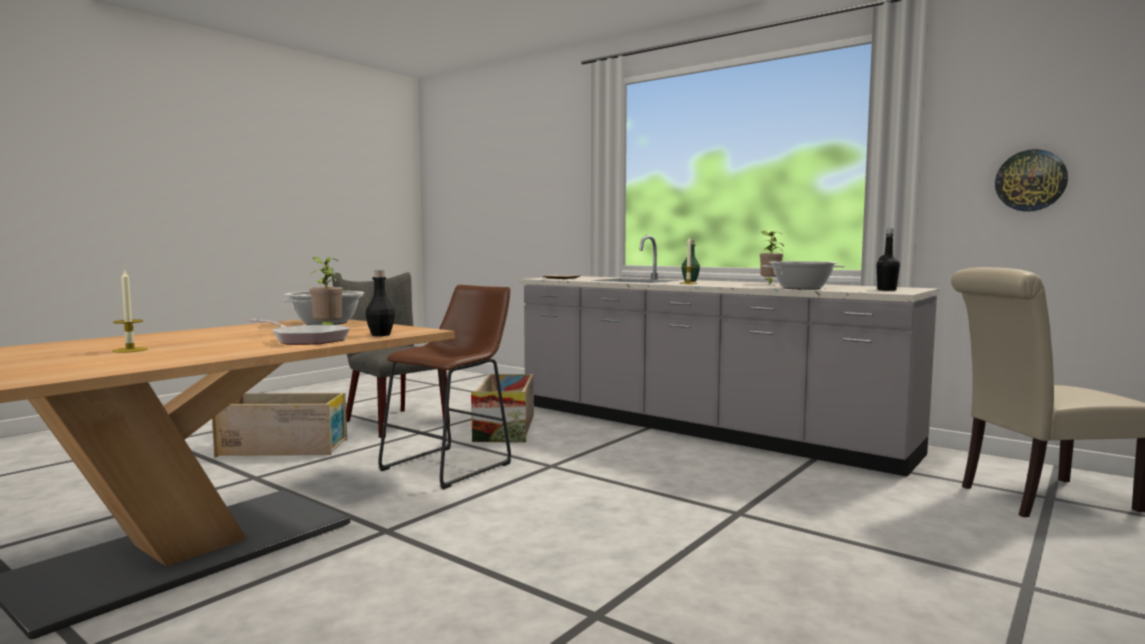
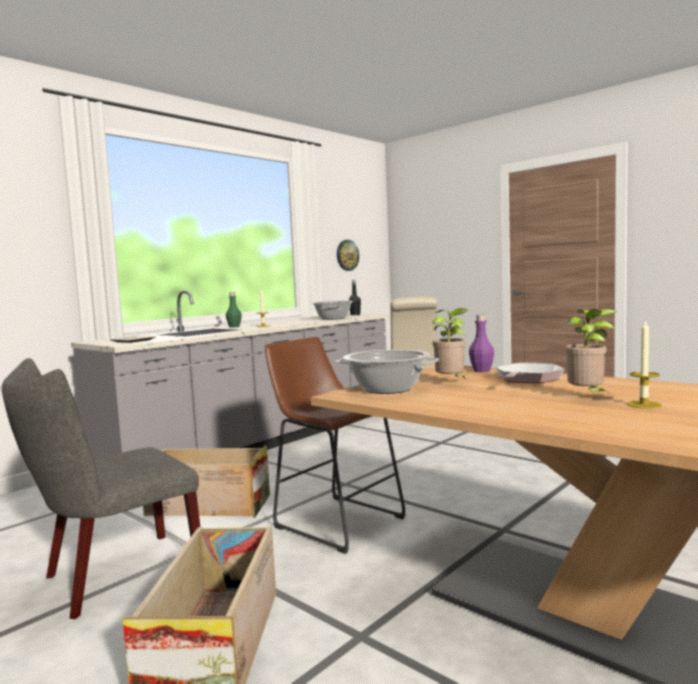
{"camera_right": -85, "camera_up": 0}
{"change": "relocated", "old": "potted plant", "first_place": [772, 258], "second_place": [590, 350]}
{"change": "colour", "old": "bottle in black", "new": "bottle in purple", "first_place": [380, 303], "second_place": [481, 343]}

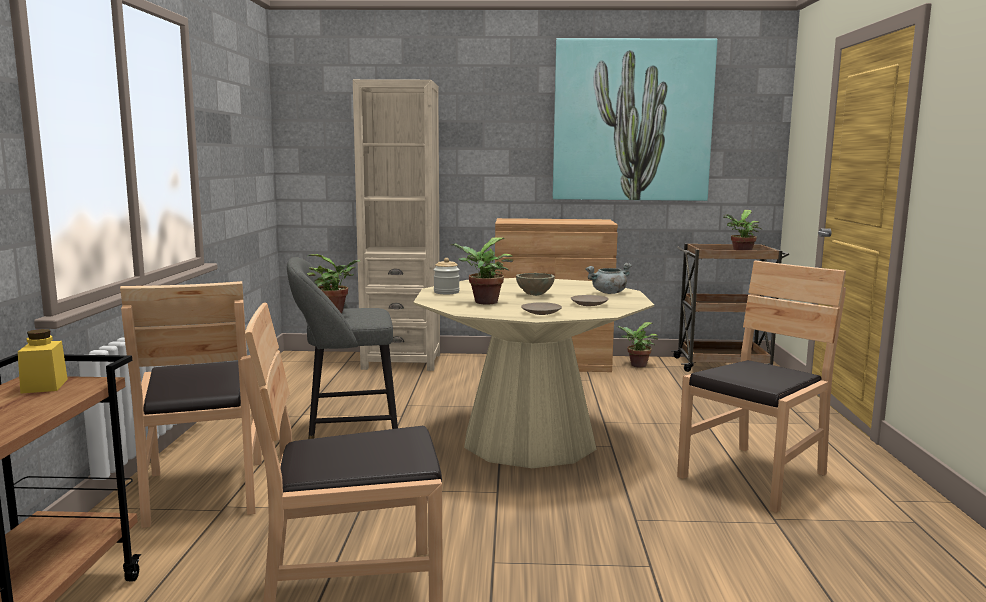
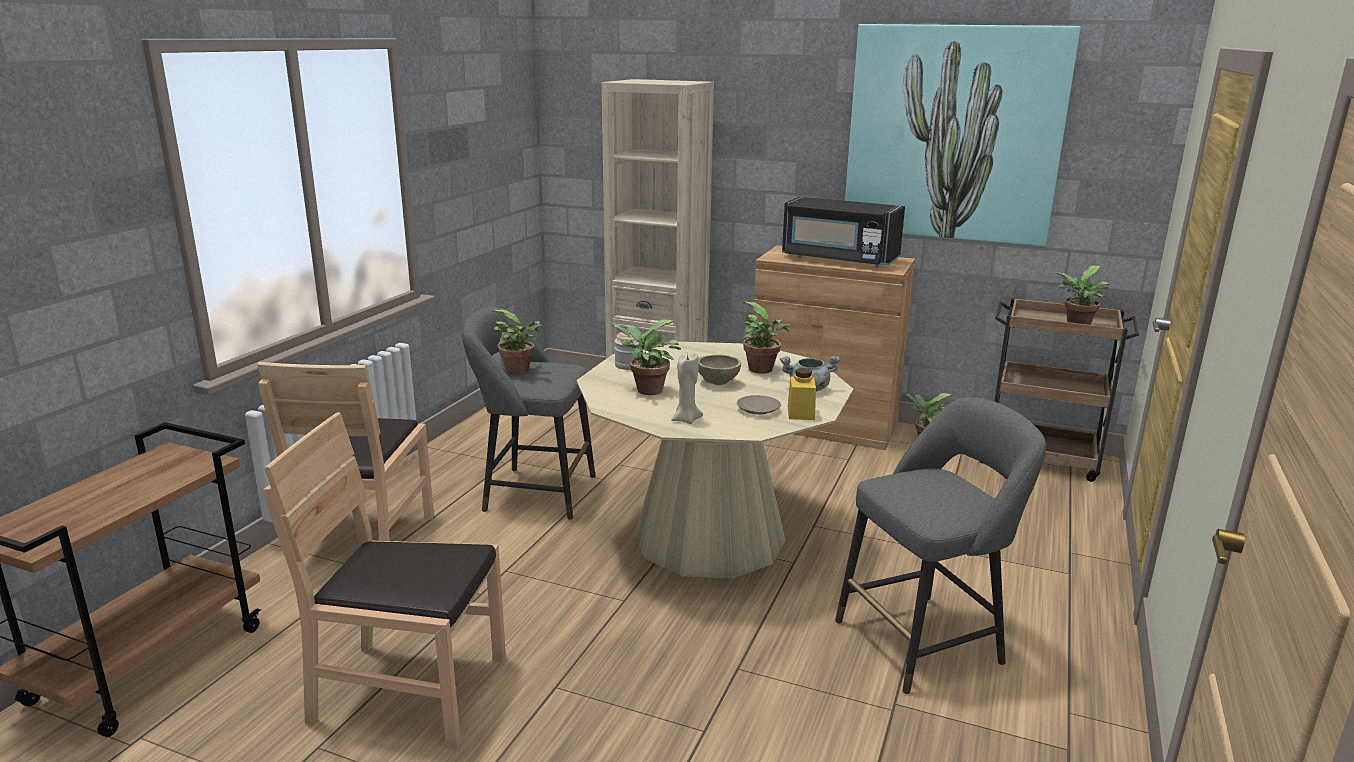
{"camera_right": 20, "camera_up": 10}
{"change": "exchanged", "old": "chair in brown", "new": "stool in grey", "first_place": [761, 386], "second_place": [940, 545]}
{"change": "exchanged", "old": "plate in beige", "new": "candle in beige", "first_place": [541, 308], "second_place": [687, 388]}
{"change": "relocated", "old": "jar in yellow", "first_place": [43, 361], "second_place": [802, 394]}
{"change": "appeared", "new": "microwave in black", "second_place": [843, 232]}
{"change": "appeared", "new": "potted plant", "second_place": [765, 337]}

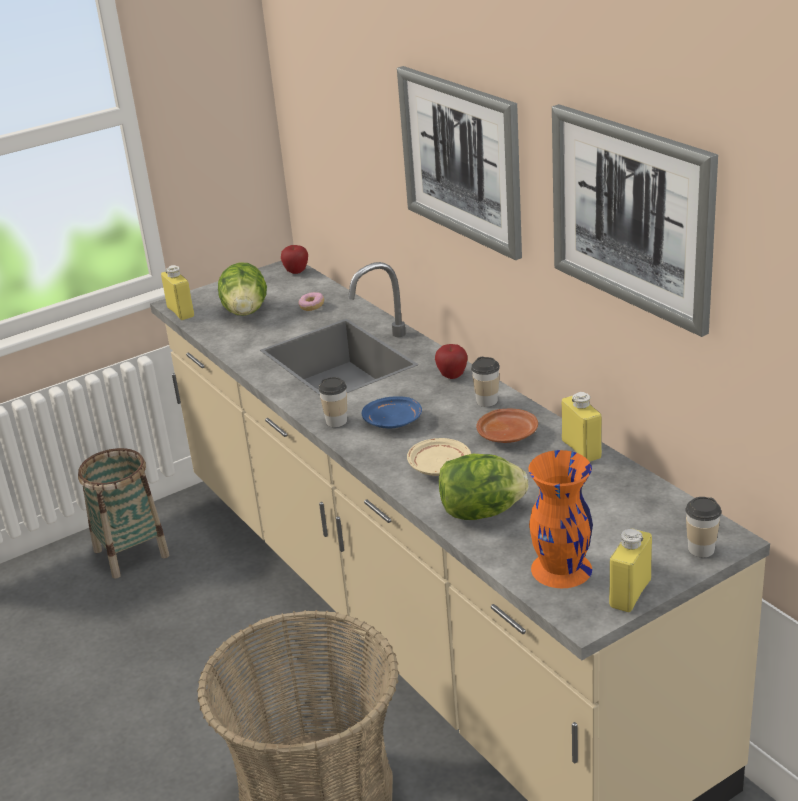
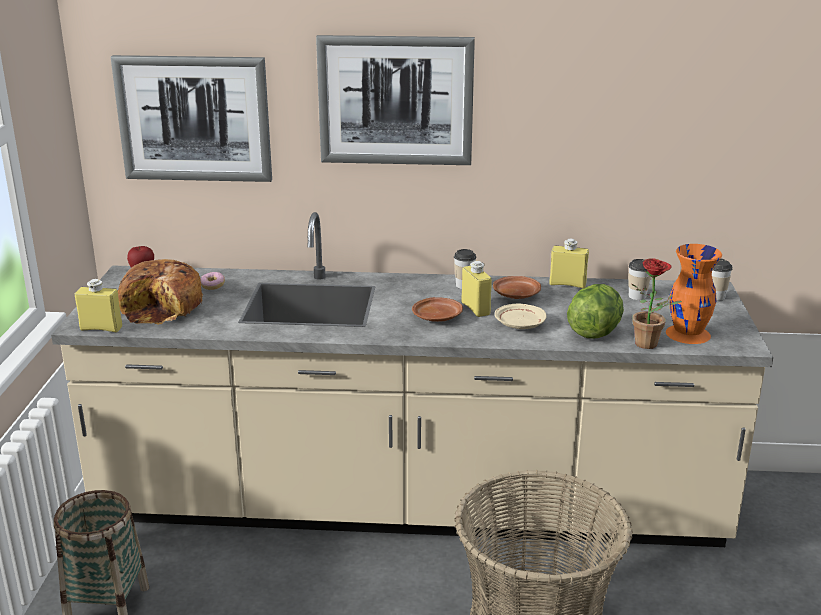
{"camera_right": -55, "camera_up": -5}
{"change": "relocated", "old": "picture", "first_place": [635, 220], "second_place": [191, 118]}
{"change": "exchanged", "old": "lettuce", "new": "bread", "first_place": [242, 289], "second_place": [160, 291]}
{"change": "missing", "old": "apple", "first_place": [451, 361]}
{"change": "relocated", "old": "cup", "first_place": [332, 402], "second_place": [639, 279]}
{"change": "colour", "old": "plate in blue", "new": "plate in brown", "first_place": [392, 412], "second_place": [437, 309]}
{"change": "relocated", "old": "bottle in yellow", "first_place": [630, 570], "second_place": [476, 289]}
{"change": "appeared", "new": "potted plant", "second_place": [657, 303]}

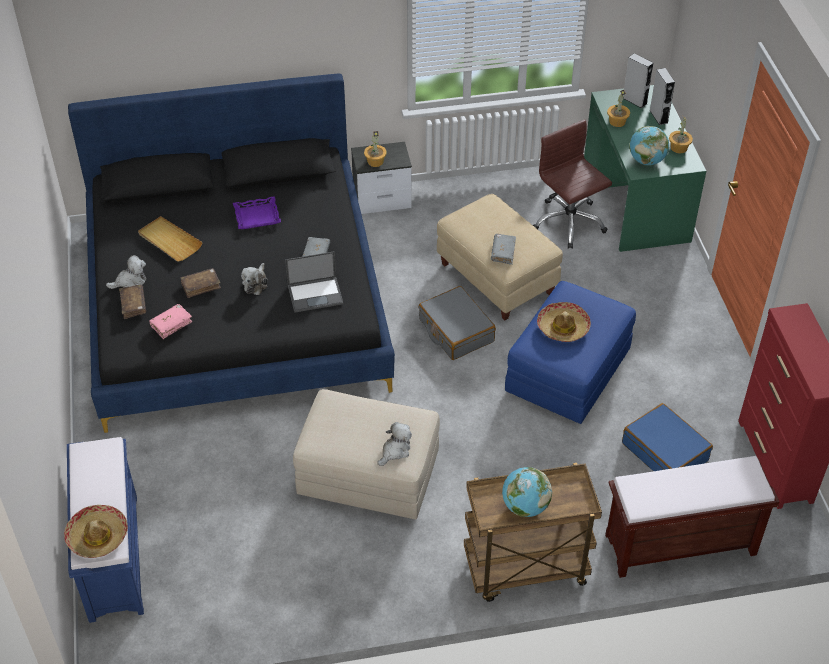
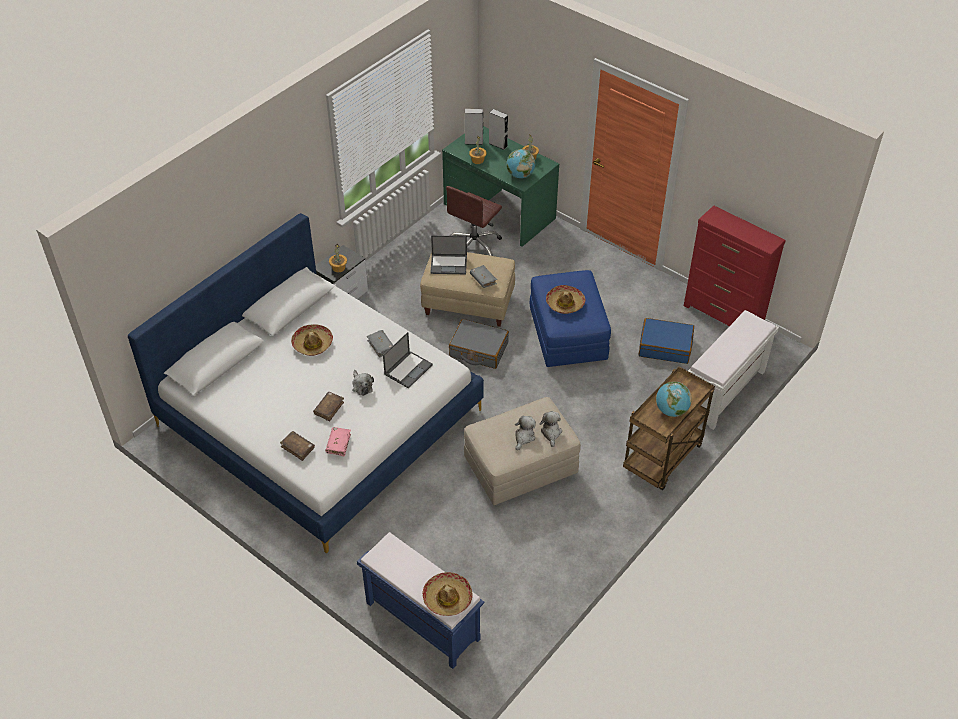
{"camera_right": -40, "camera_up": 0}
{"change": "colour", "old": "bed in black", "new": "bed in white", "first_place": [231, 253], "second_place": [306, 383]}
{"change": "spun", "old": "office chair in brown", "first_place": [572, 184], "second_place": [474, 221], "degrees": -75}
{"change": "exchanged", "old": "tray in purple", "new": "hat", "first_place": [257, 212], "second_place": [312, 340]}
{"change": "missing", "old": "tray in beige", "first_place": [170, 239]}
{"change": "relocated", "old": "plush toy", "first_place": [126, 272], "second_place": [525, 432]}
{"change": "colour", "old": "bench in brown", "new": "bench in white", "first_place": [692, 517], "second_place": [733, 370]}
{"change": "appeared", "new": "laptop", "second_place": [448, 254]}

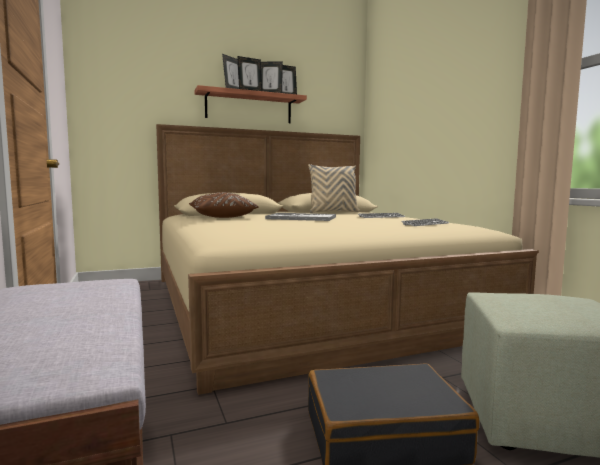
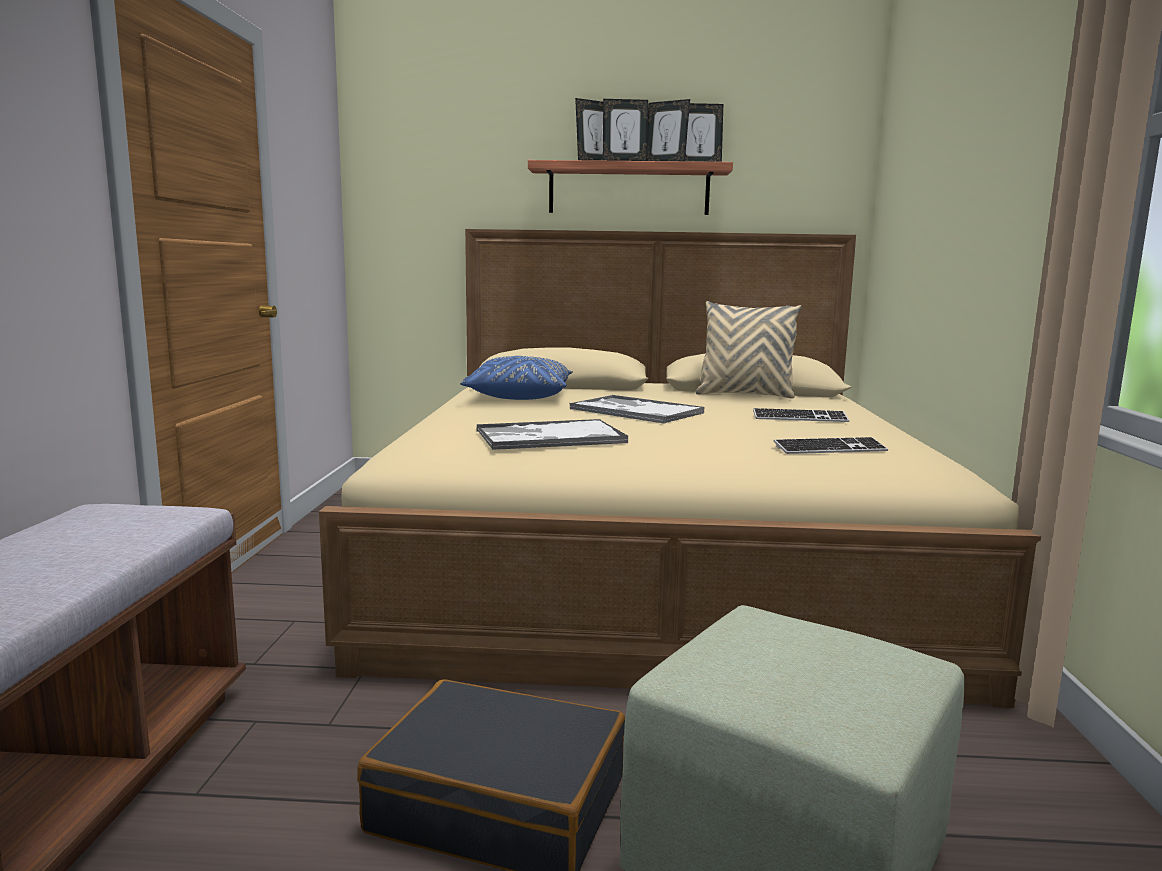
{"camera_right": 25, "camera_up": 5}
{"change": "colour", "old": "pillow in brown", "new": "pillow in blue", "first_place": [224, 205], "second_place": [516, 378]}
{"change": "appeared", "new": "tray", "second_place": [552, 434]}

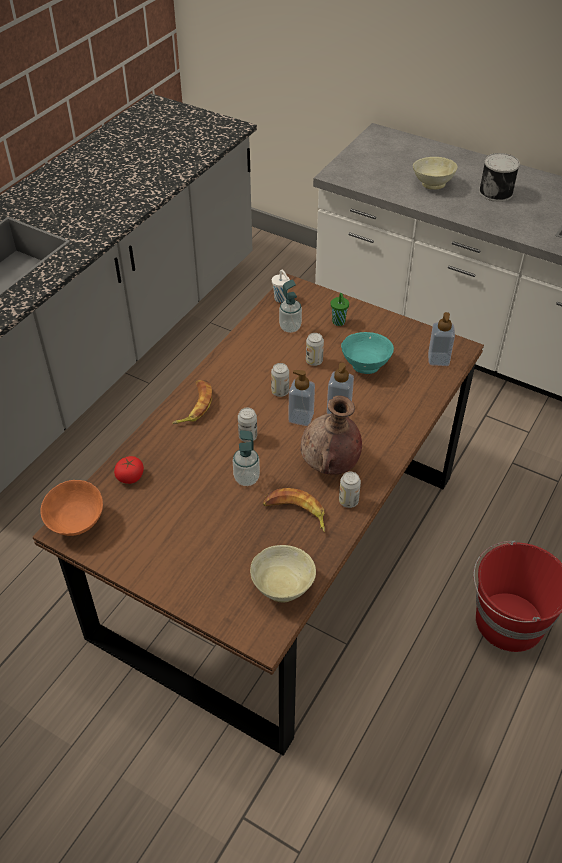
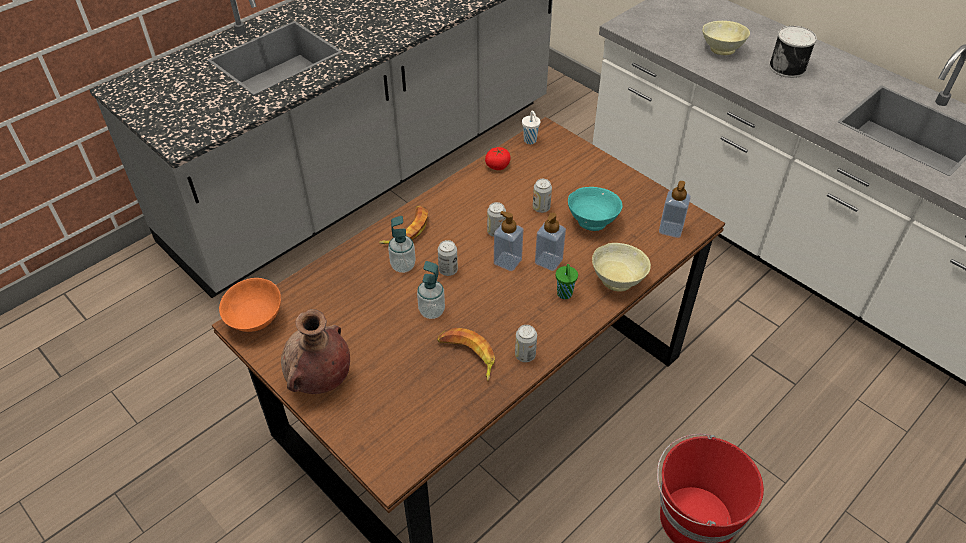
{"camera_right": 15, "camera_up": 0}
{"change": "relocated", "old": "soap dispenser", "first_place": [290, 306], "second_place": [402, 244]}
{"change": "relocated", "old": "cup in green", "first_place": [340, 309], "second_place": [567, 281]}
{"change": "relocated", "old": "vase in brown", "first_place": [331, 434], "second_place": [315, 351]}
{"change": "relocated", "old": "tomato", "first_place": [129, 470], "second_place": [498, 158]}
{"change": "relocated", "old": "bowl in beige", "first_place": [283, 574], "second_place": [621, 267]}

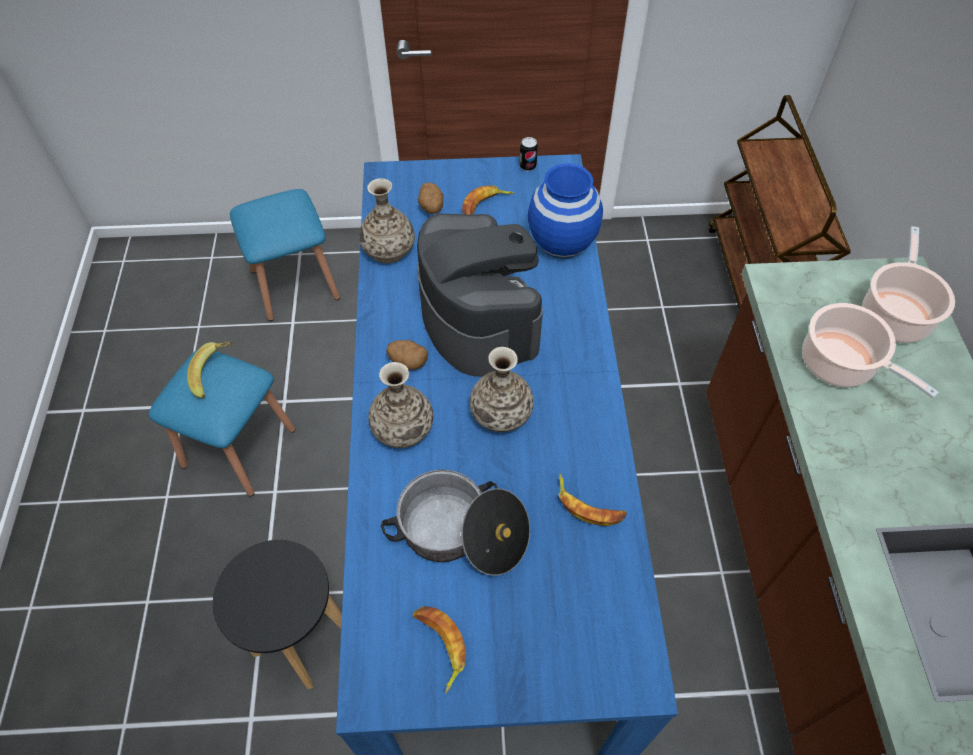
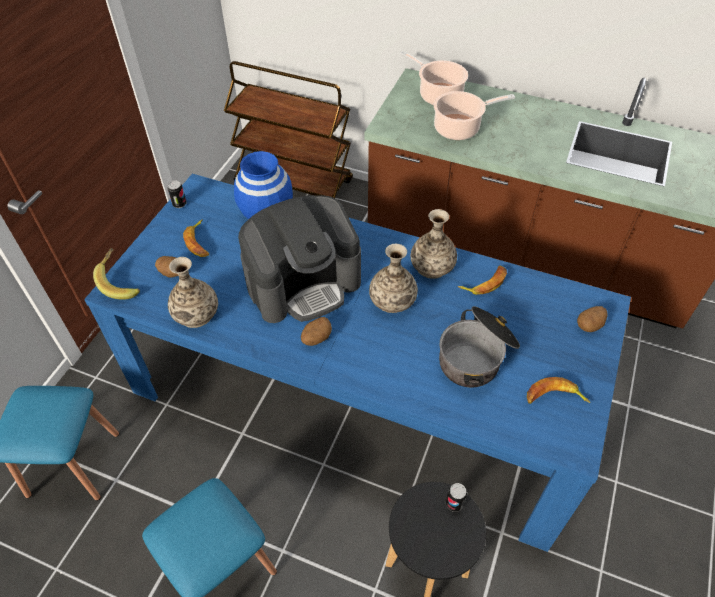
{"camera_right": -65, "camera_up": -5}
{"change": "spun", "old": "coffee machine", "first_place": [480, 295], "second_place": [299, 259], "degrees": 150}
{"change": "relocated", "old": "banana", "first_place": [210, 370], "second_place": [116, 274]}
{"change": "relocated", "old": "vase", "first_place": [400, 405], "second_place": [434, 244]}
{"change": "appeared", "new": "potato", "second_place": [592, 319]}
{"change": "appeared", "new": "can", "second_place": [456, 497]}

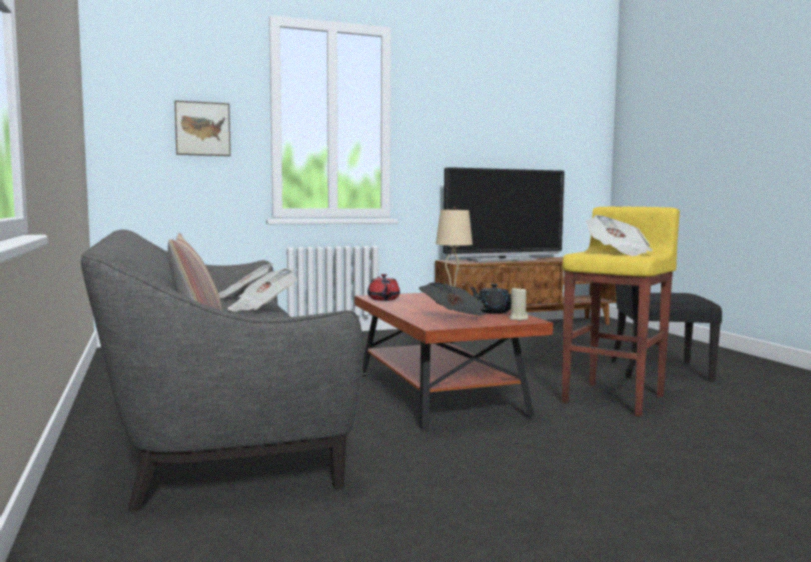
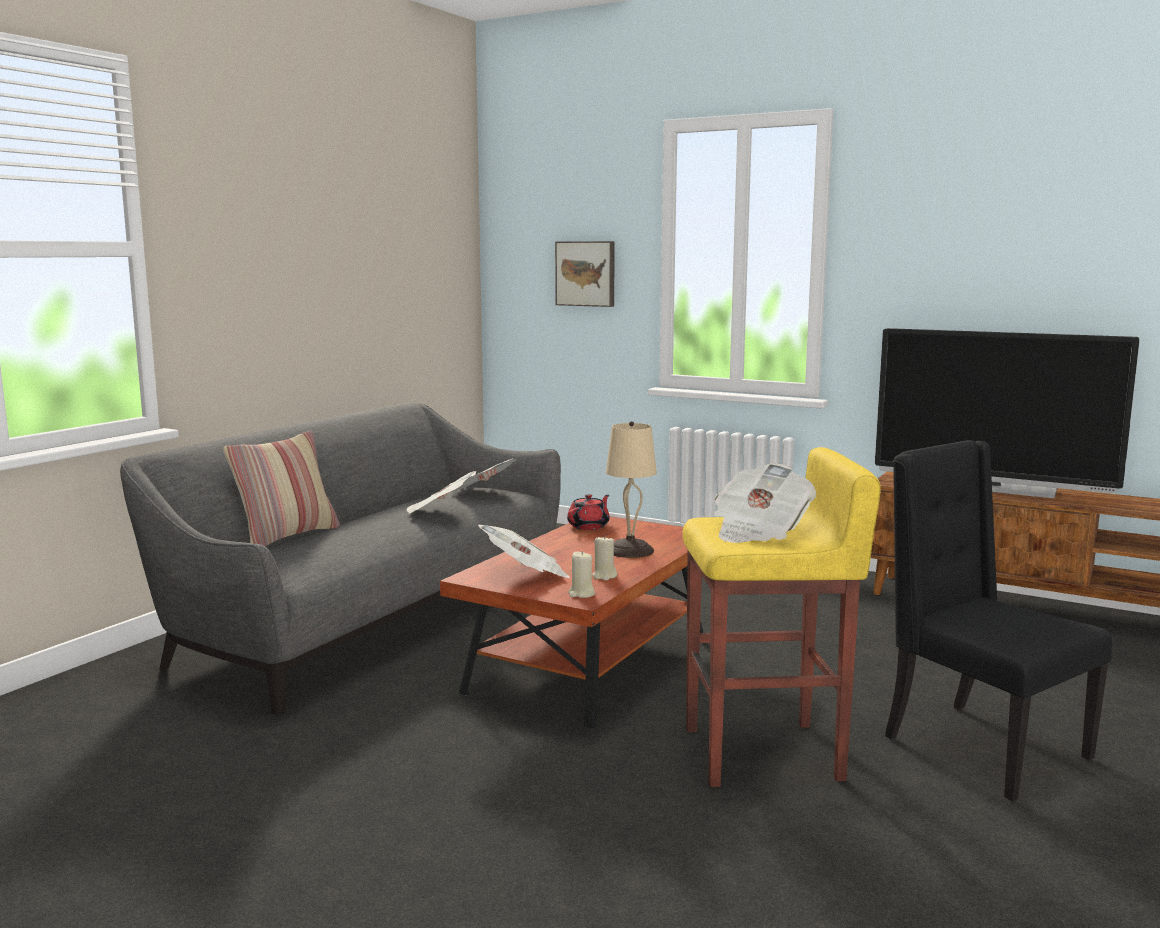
{"camera_right": 50, "camera_up": 5}
{"change": "exchanged", "old": "teapot in black", "new": "candle in beige", "first_place": [490, 299], "second_place": [604, 558]}

